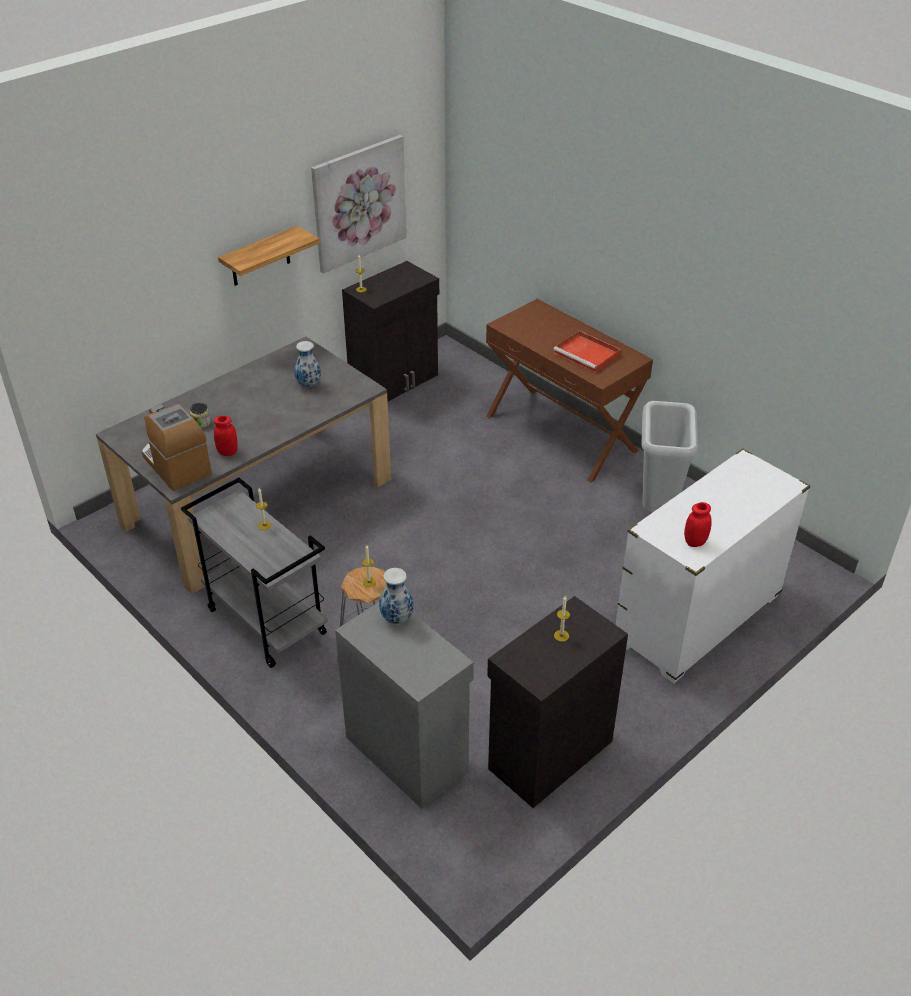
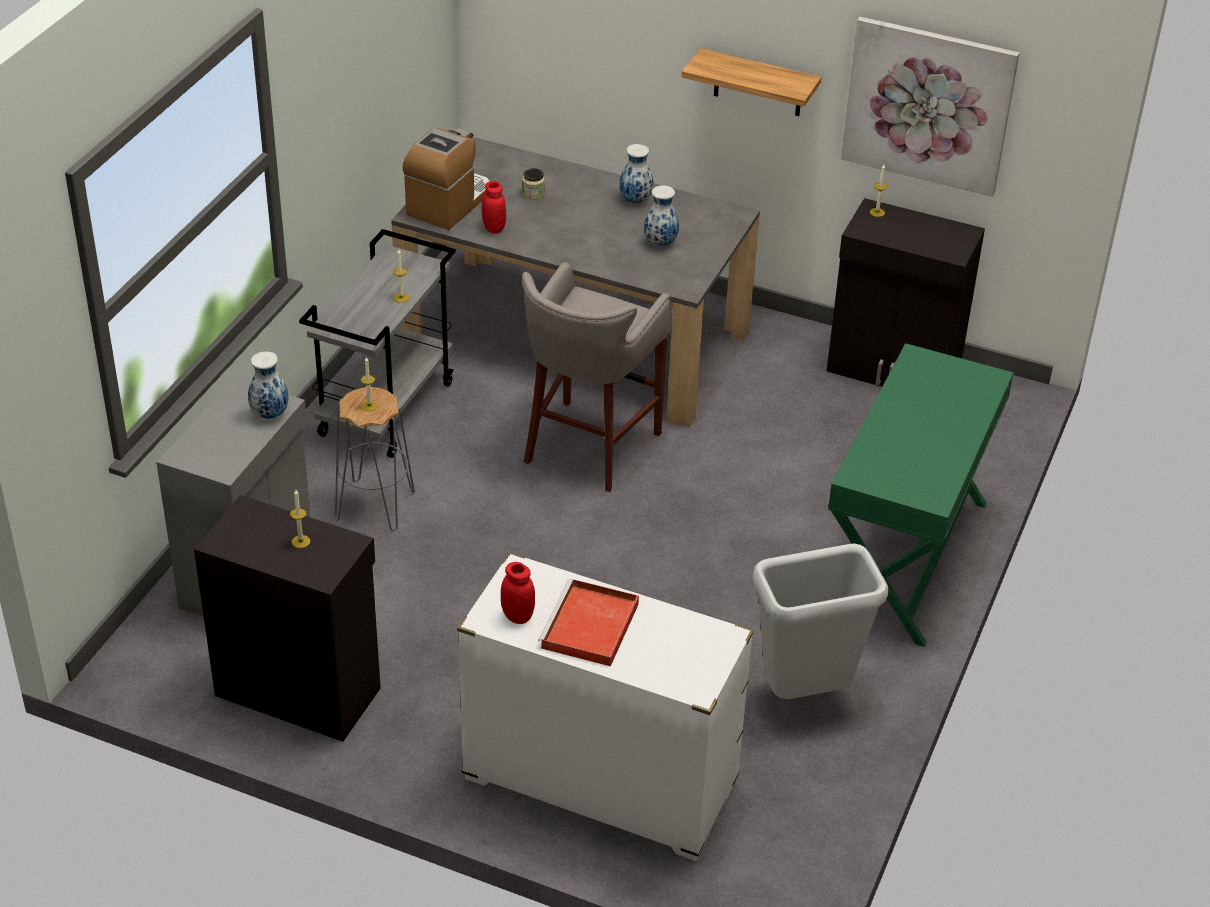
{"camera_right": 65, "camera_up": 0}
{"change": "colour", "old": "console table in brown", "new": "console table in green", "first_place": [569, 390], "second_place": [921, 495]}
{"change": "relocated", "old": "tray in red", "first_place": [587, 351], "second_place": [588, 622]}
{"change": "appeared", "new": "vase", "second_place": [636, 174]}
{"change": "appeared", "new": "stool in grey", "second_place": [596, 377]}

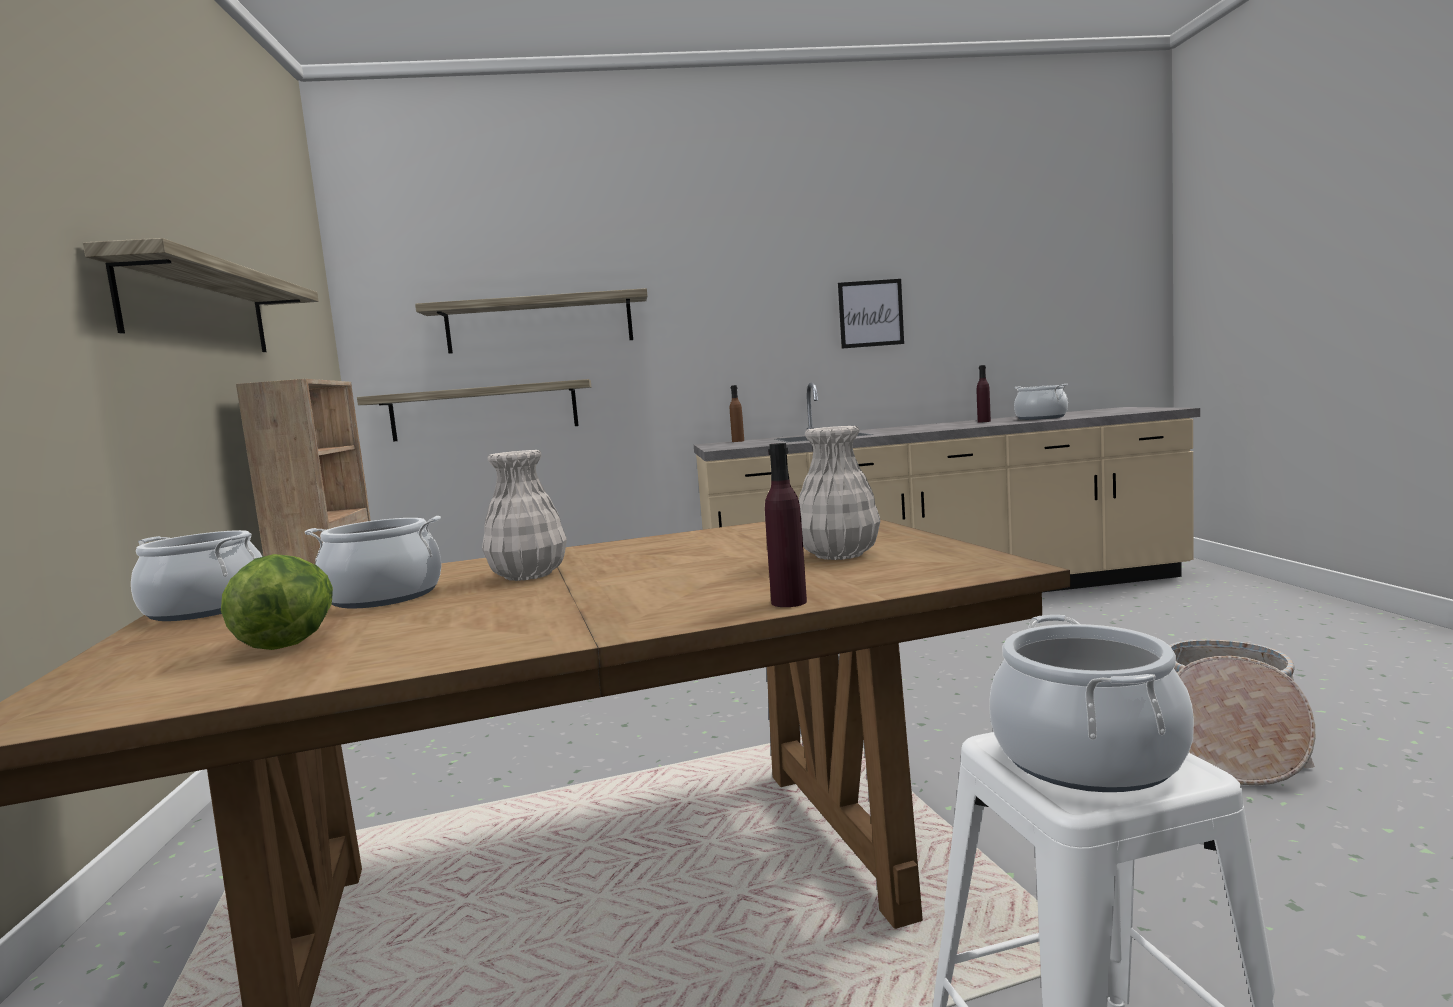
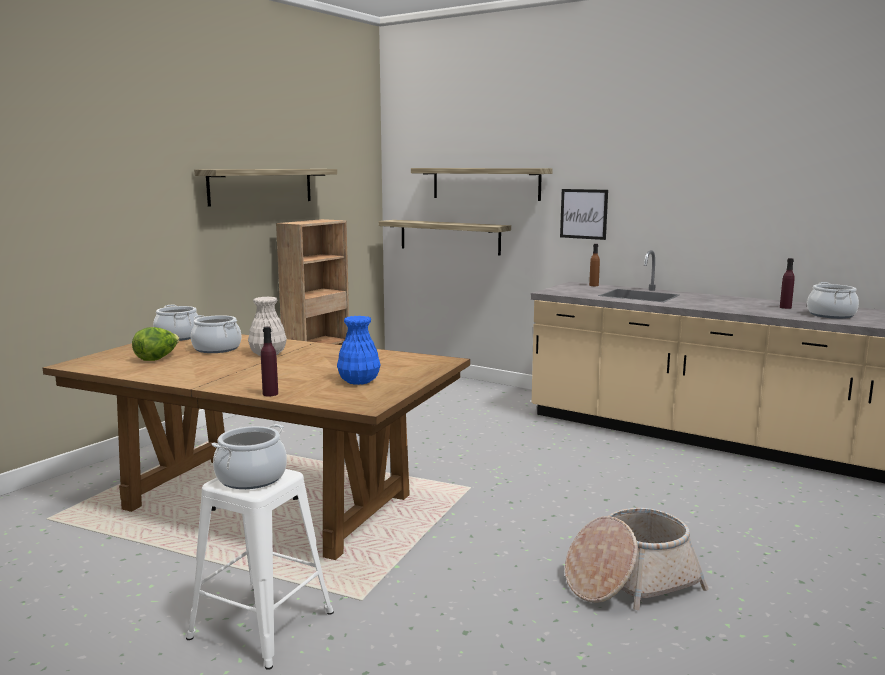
{"camera_right": 40, "camera_up": 5}
{"change": "relocated", "old": "picture", "first_place": [871, 314], "second_place": [584, 214]}
{"change": "colour", "old": "vase in white", "new": "vase in blue", "first_place": [839, 493], "second_place": [359, 350]}

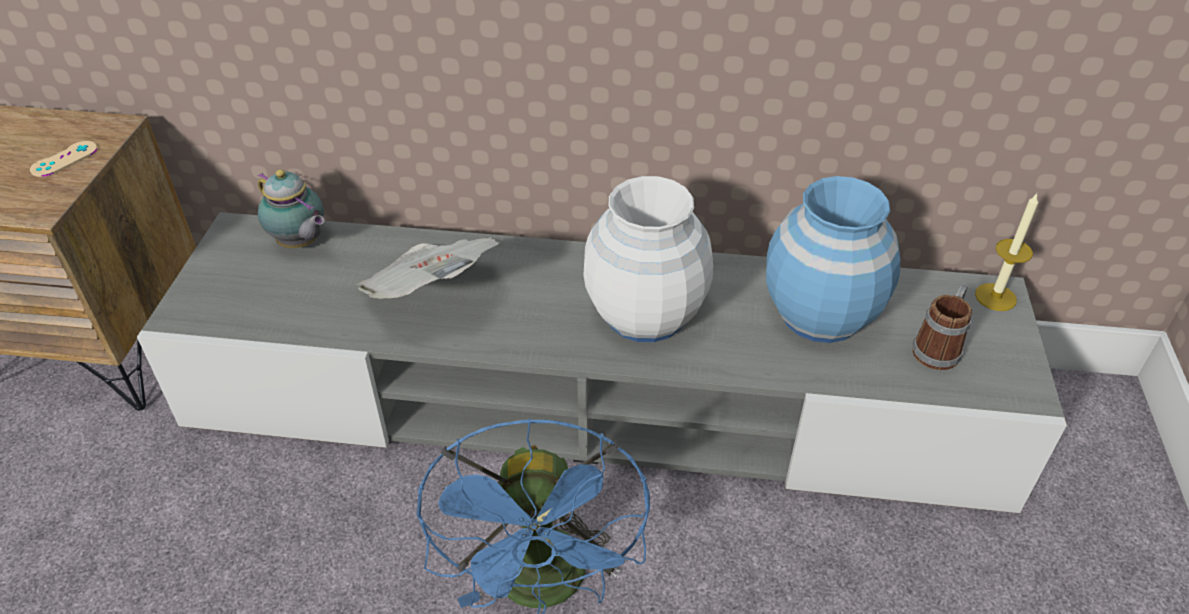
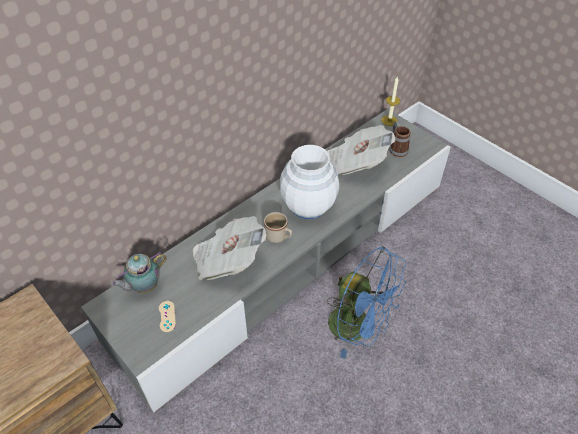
{"camera_right": -50, "camera_up": 5}
{"change": "relocated", "old": "game controller in beige", "first_place": [63, 159], "second_place": [167, 316]}
{"change": "spun", "old": "teapot", "first_place": [291, 208], "second_place": [139, 272], "degrees": 150}
{"change": "exchanged", "old": "vase in blue", "new": "newspaper", "first_place": [833, 259], "second_place": [361, 150]}
{"change": "appeared", "new": "mug in beige", "second_place": [278, 227]}

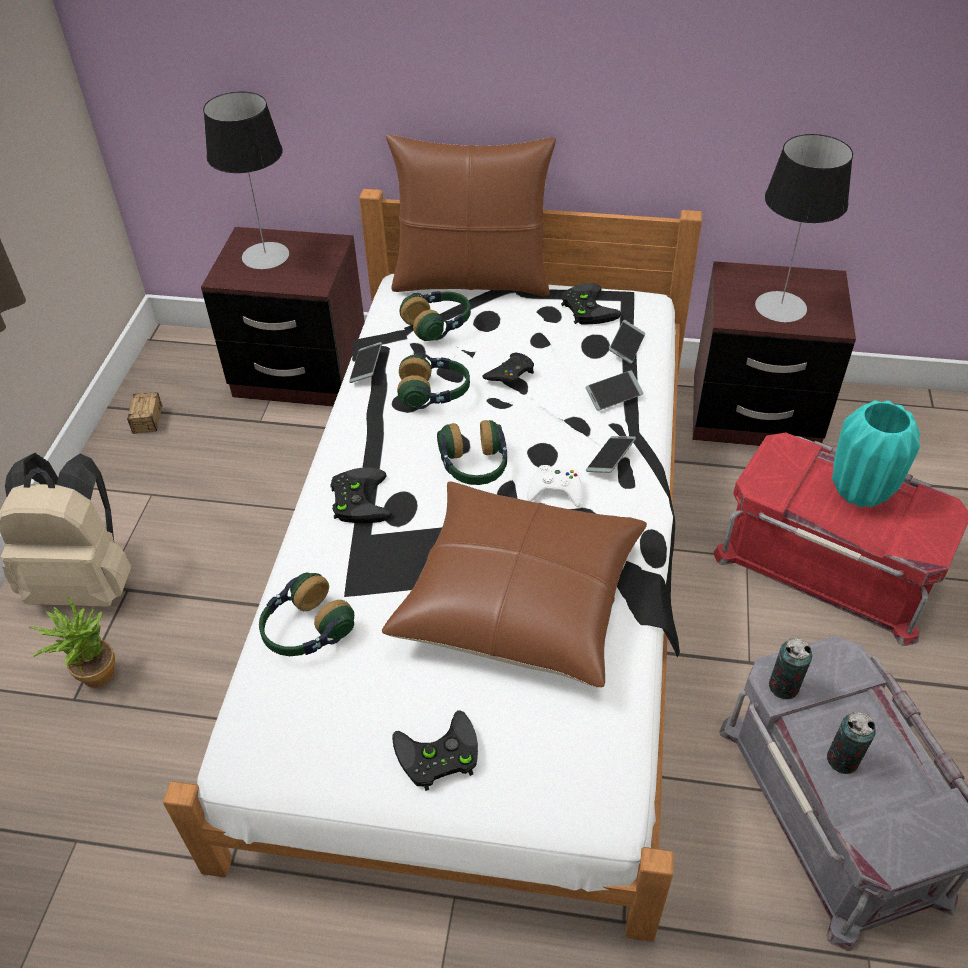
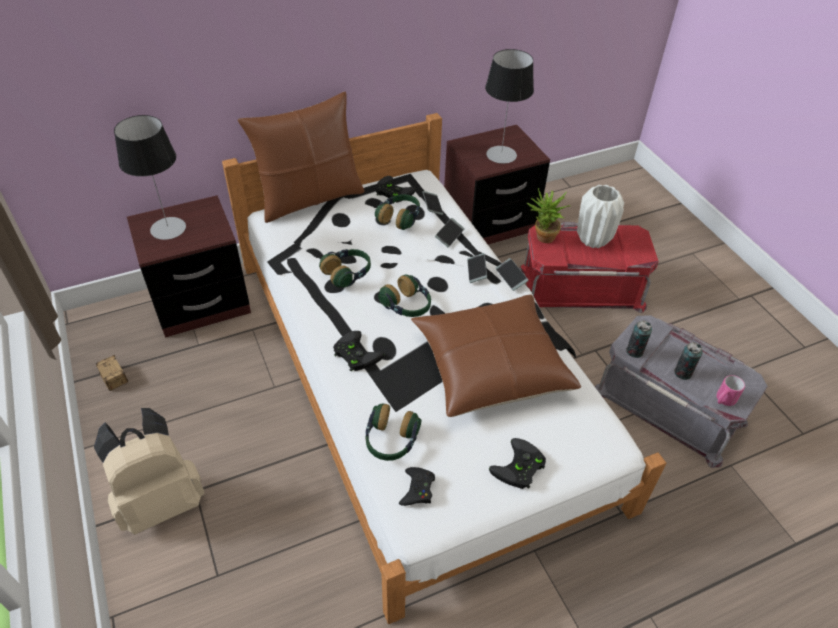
{"camera_right": -35, "camera_up": 0}
{"change": "relocated", "old": "headphones", "first_place": [435, 316], "second_place": [397, 212]}
{"change": "relocated", "old": "phone", "first_place": [365, 362], "second_place": [512, 274]}
{"change": "relocated", "old": "game controller in black", "first_place": [508, 370], "second_place": [417, 486]}
{"change": "colour", "old": "vase in turquoise", "new": "vase in white", "first_place": [876, 453], "second_place": [600, 216]}
{"change": "missing", "old": "game controller in white", "first_place": [554, 486]}
{"change": "relocated", "old": "potted plant", "first_place": [72, 641], "second_place": [548, 215]}
{"change": "appeared", "new": "mug in pink", "second_place": [730, 390]}

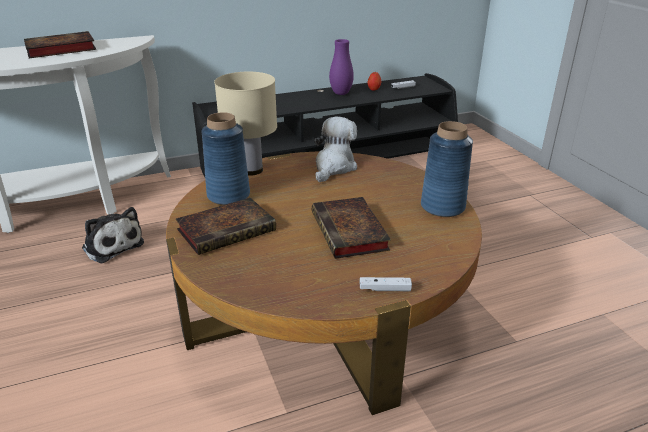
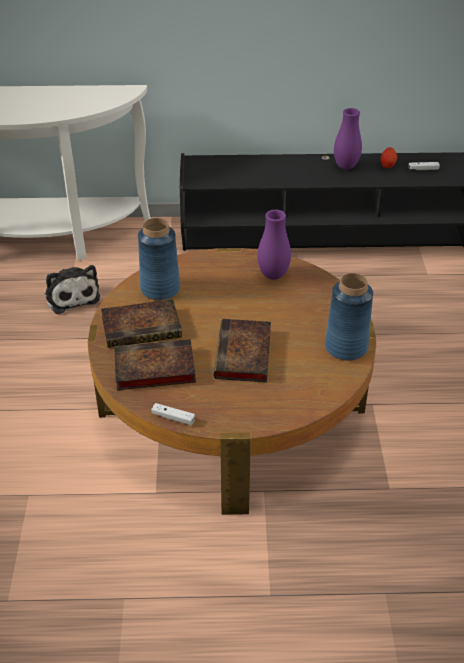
{"camera_right": 20, "camera_up": 10}
{"change": "relocated", "old": "book", "first_place": [60, 44], "second_place": [155, 364]}
{"change": "missing", "old": "table lamp in beige", "first_place": [245, 124]}
{"change": "exchanged", "old": "plush toy", "new": "vase in purple", "first_place": [335, 149], "second_place": [274, 245]}
{"change": "relocated", "old": "game controller in white", "first_place": [386, 284], "second_place": [173, 414]}

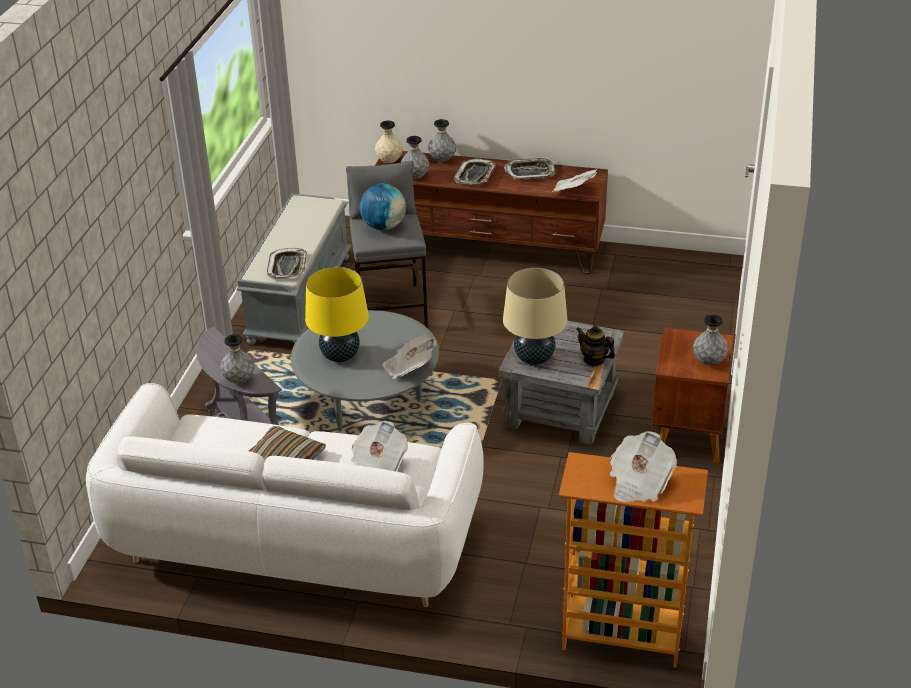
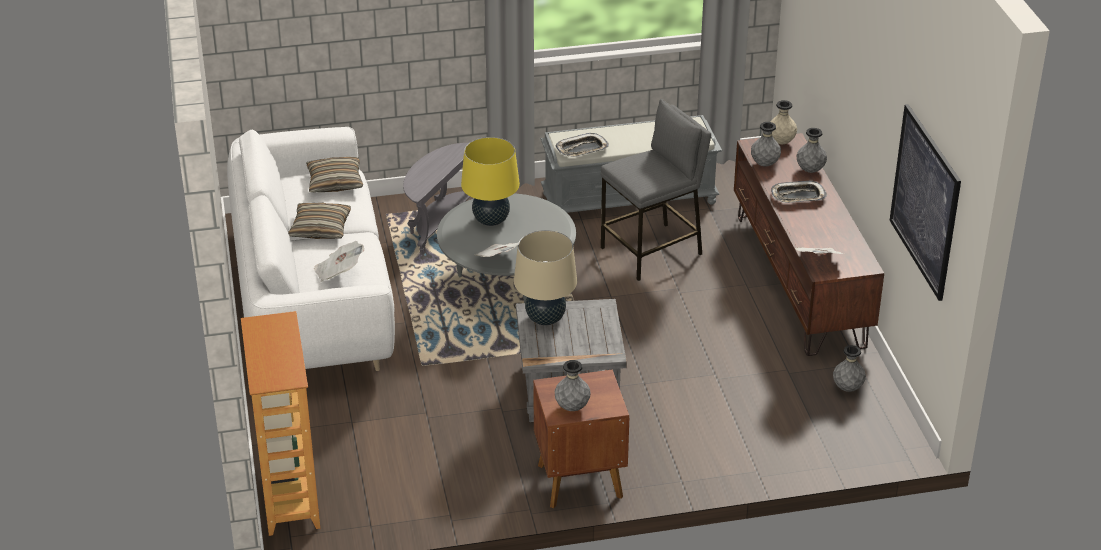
{"camera_right": 65, "camera_up": 0}
{"change": "missing", "old": "tray", "first_place": [529, 168]}
{"change": "missing", "old": "globe", "first_place": [383, 207]}
{"change": "missing", "old": "teapot", "first_place": [595, 345]}
{"change": "relocated", "old": "vase in grey", "first_place": [237, 359], "second_place": [849, 368]}
{"change": "missing", "old": "newspaper", "first_place": [643, 466]}
{"change": "appeared", "new": "picture", "second_place": [925, 202]}
{"change": "appeared", "new": "pillow", "second_place": [334, 174]}

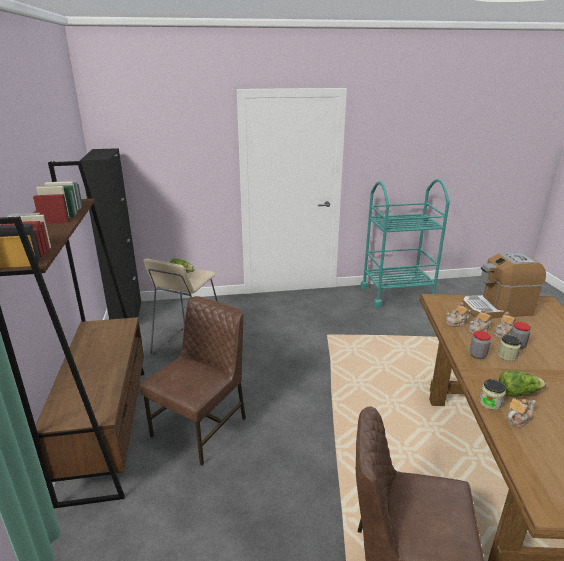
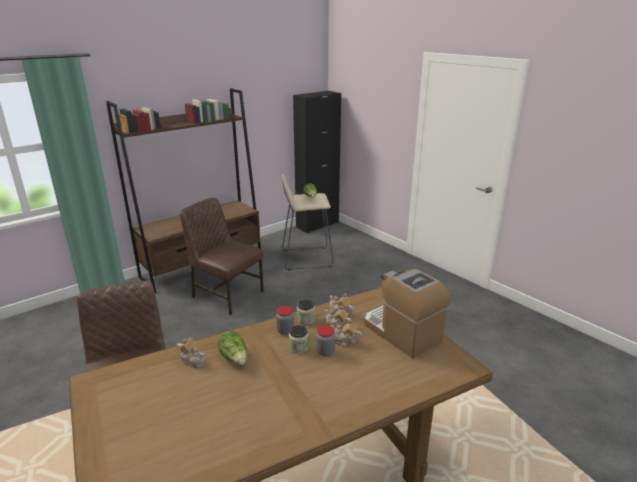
{"camera_right": 60, "camera_up": 0}
{"change": "missing", "old": "cart in turquoise", "first_place": [405, 243]}
{"change": "spun", "old": "chair in brown", "first_place": [193, 381], "second_place": [222, 256], "degrees": -150}
{"change": "relocated", "old": "jar", "first_place": [492, 394], "second_place": [306, 312]}

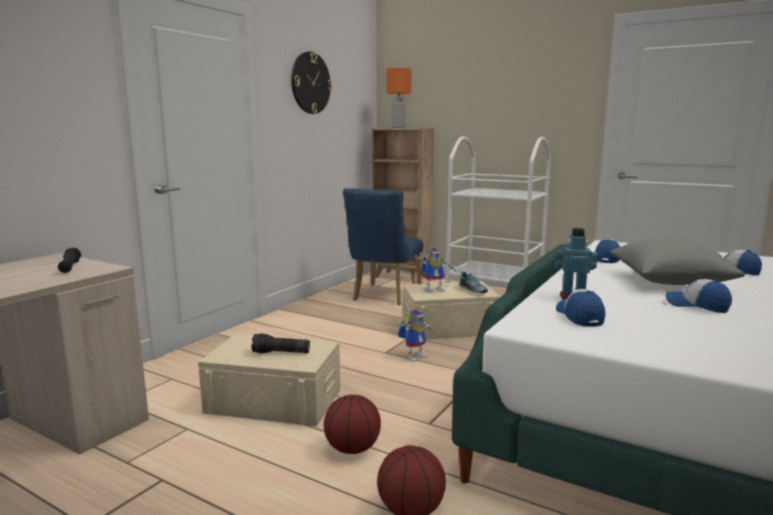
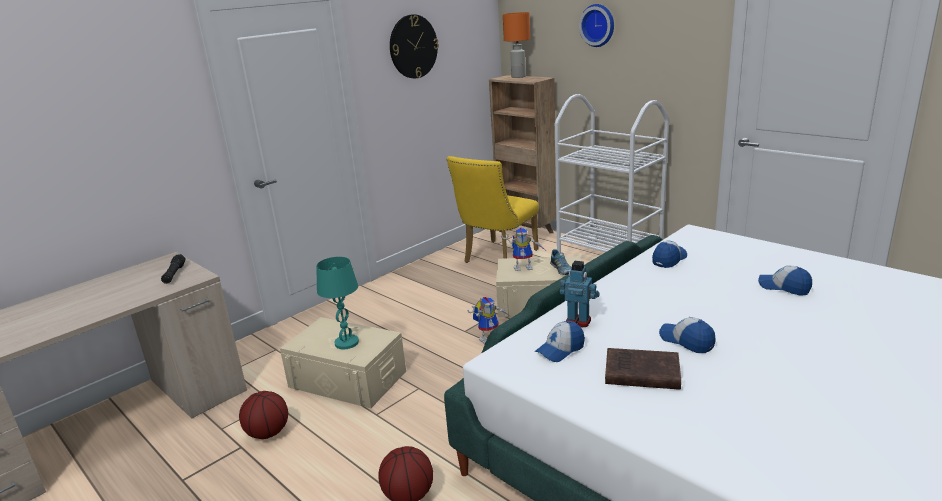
{"camera_right": 15, "camera_up": 10}
{"change": "colour", "old": "chair in blue", "new": "chair in yellow", "first_place": [383, 246], "second_place": [493, 209]}
{"change": "missing", "old": "pillow in grey", "first_place": [677, 261]}
{"change": "spun", "old": "cap", "first_place": [581, 308], "second_place": [559, 341], "degrees": -135}
{"change": "exchanged", "old": "flashlight", "new": "table lamp in turquoise", "first_place": [280, 343], "second_place": [337, 303]}
{"change": "relocated", "old": "basketball", "first_place": [352, 424], "second_place": [263, 415]}
{"change": "appeared", "new": "wall clock", "second_place": [596, 25]}
{"change": "appeared", "new": "book in brown", "second_place": [643, 369]}

